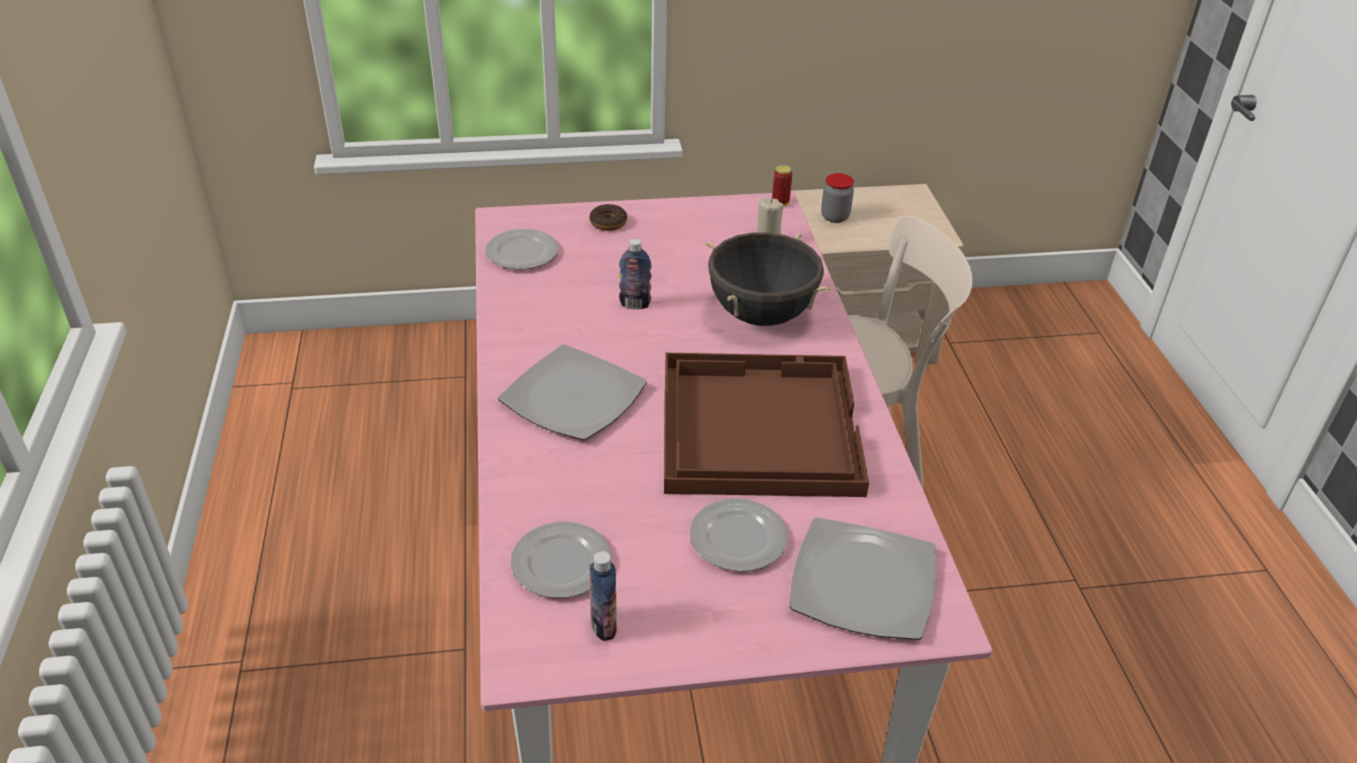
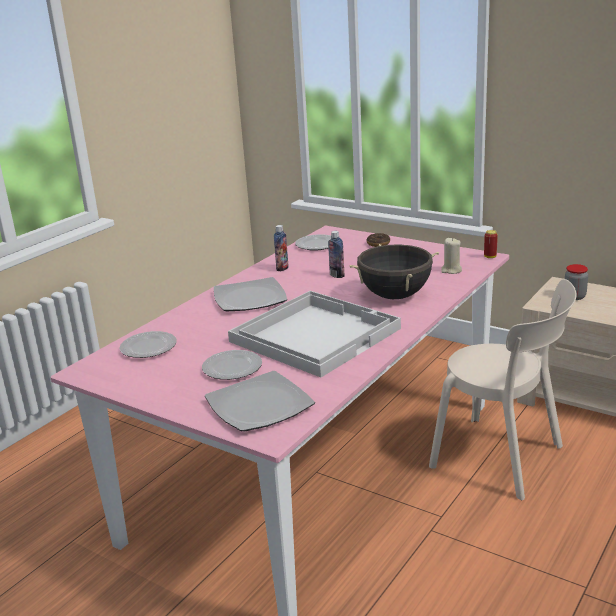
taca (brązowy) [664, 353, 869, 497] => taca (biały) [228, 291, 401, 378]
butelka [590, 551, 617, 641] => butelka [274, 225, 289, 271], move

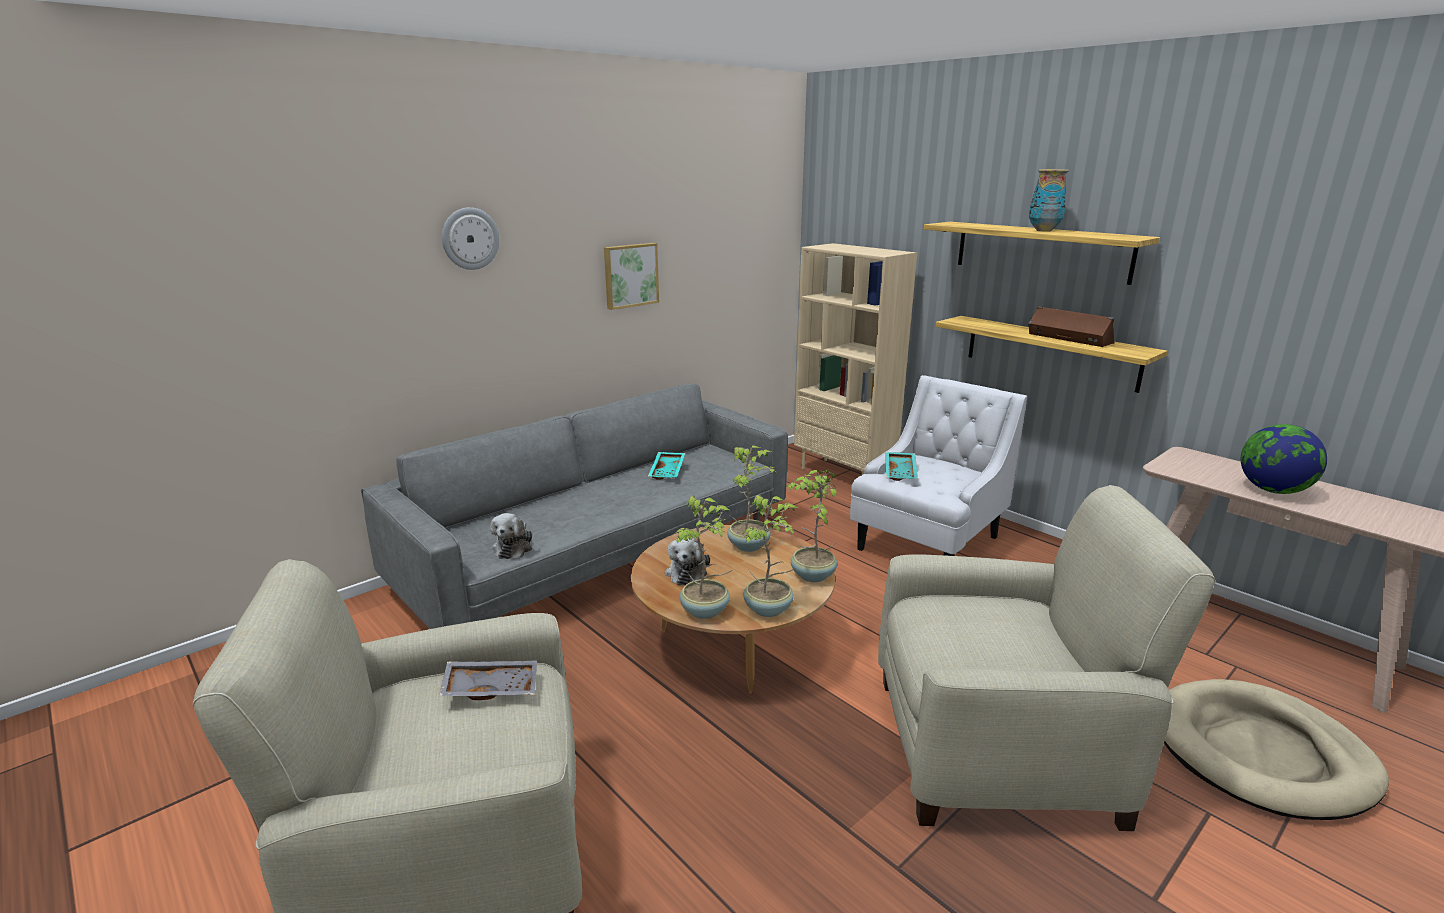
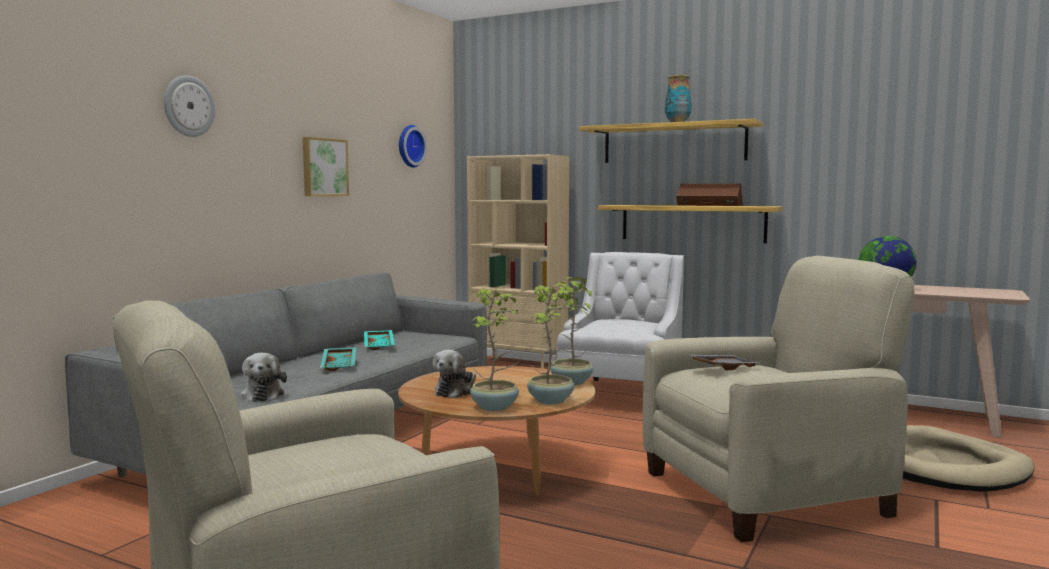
taca (turkusowy) [885, 452, 918, 481] => taca (turkusowy) [320, 347, 356, 371], move
nothing => zegar ścienny [399, 125, 427, 168]
pluszak [665, 538, 710, 585] => pluszak [432, 350, 476, 398], 45 degrees clockwise
taca (szary) [439, 661, 537, 700] => taca (szary) [687, 354, 759, 370], move
roślina doniczkowa [727, 445, 778, 552] => nothing

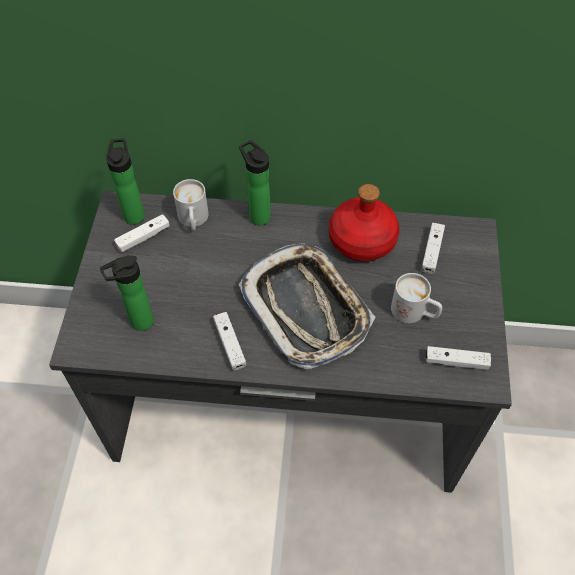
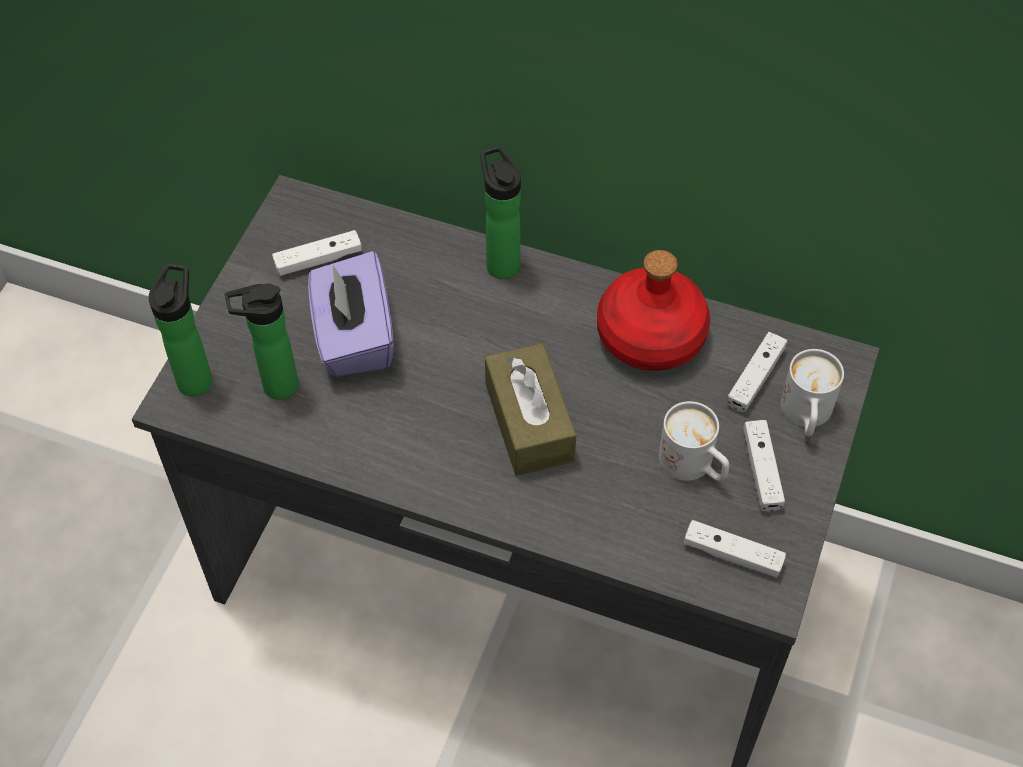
butelka [106, 138, 145, 225] => butelka [149, 264, 213, 396], move
nothing => pudełko chusteczek (fioletowy) [308, 251, 394, 377]
taca [239, 244, 375, 369] => pudełko chusteczek (brązowy) [485, 343, 576, 476]
pad do gier (biały) [213, 312, 246, 370] => pad do gier (biały) [743, 420, 785, 511], move
kubek (biały) [173, 179, 209, 231] => kubek (biały) [781, 349, 844, 437], move

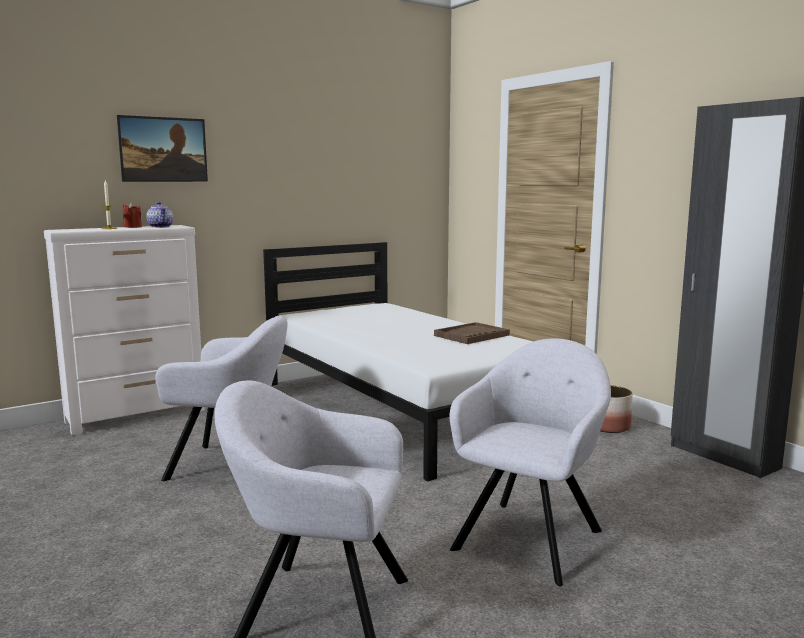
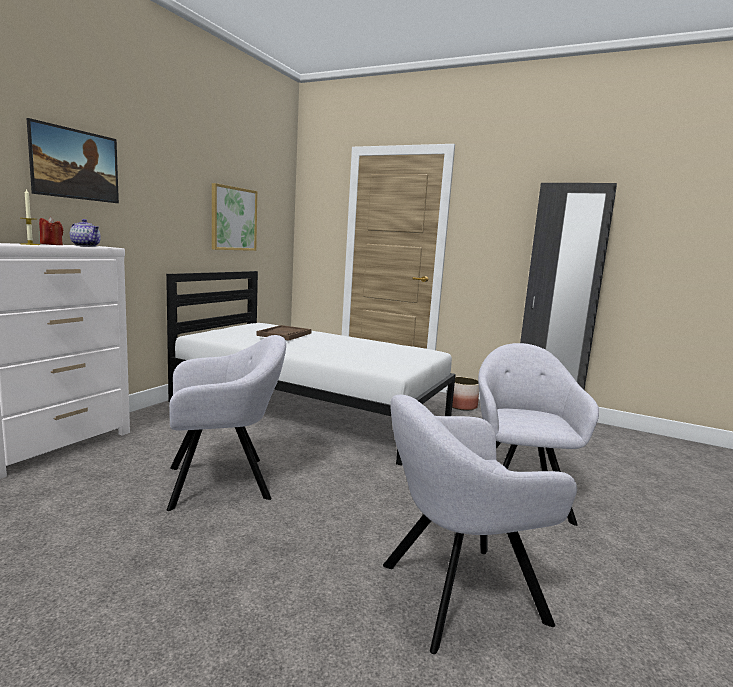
nothing => obraz [212, 183, 257, 251]
taca (brązowy) [434, 322, 510, 344] => taca (brązowy) [257, 325, 312, 340], move

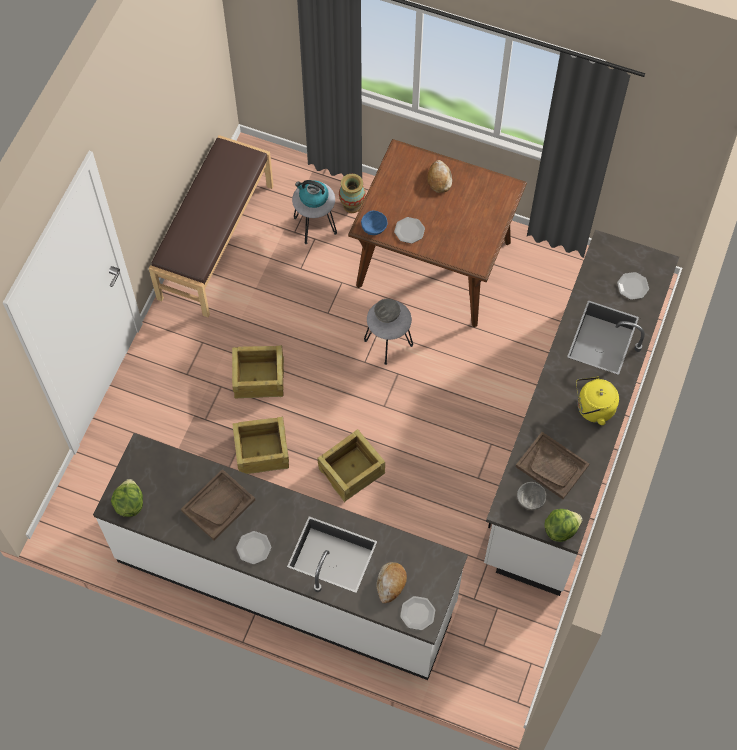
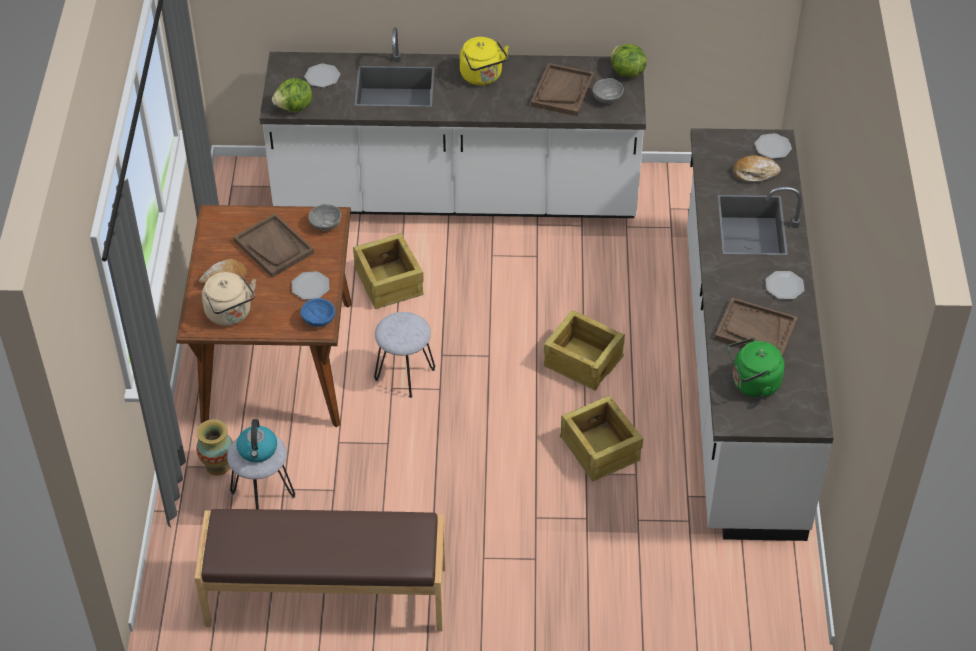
nothing => czajnik (beżowy) [202, 272, 256, 326]
nothing => taca (brązowy) [233, 213, 314, 278]
sałata [111, 479, 143, 517] => sałata [272, 78, 312, 112], move
miska (szary) [374, 299, 400, 323] => miska (szary) [309, 204, 341, 231], move
skrzynka [232, 345, 284, 398] => skrzynka [353, 233, 424, 309], move
nothing => czajnik (zielony) [728, 338, 785, 398]

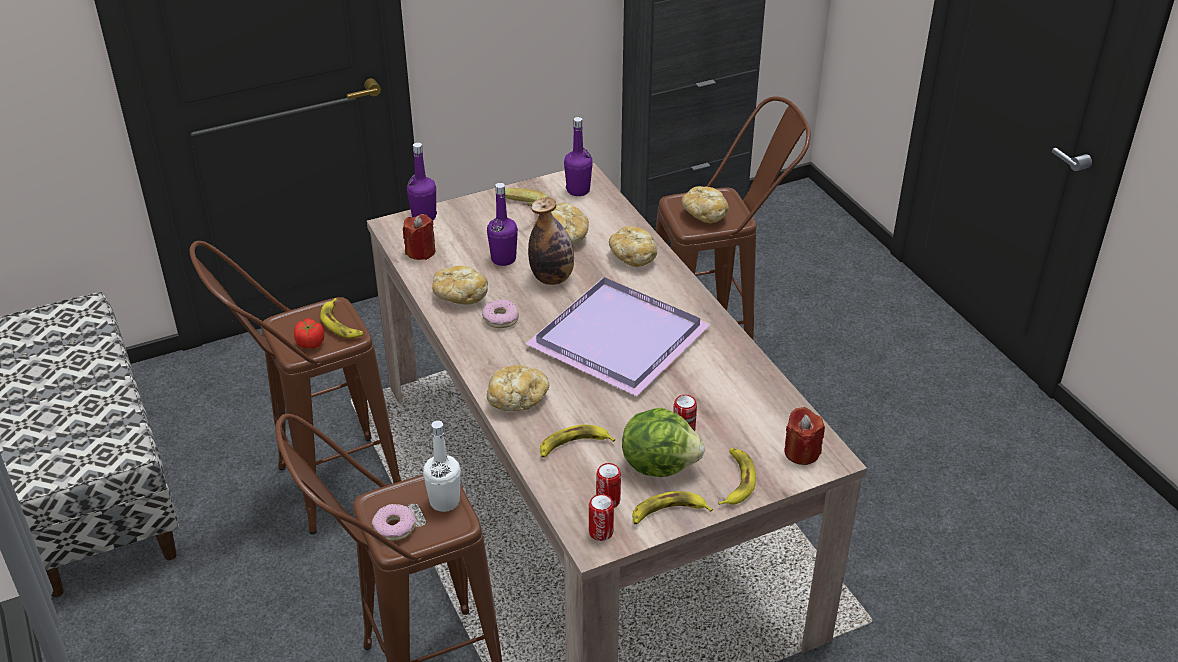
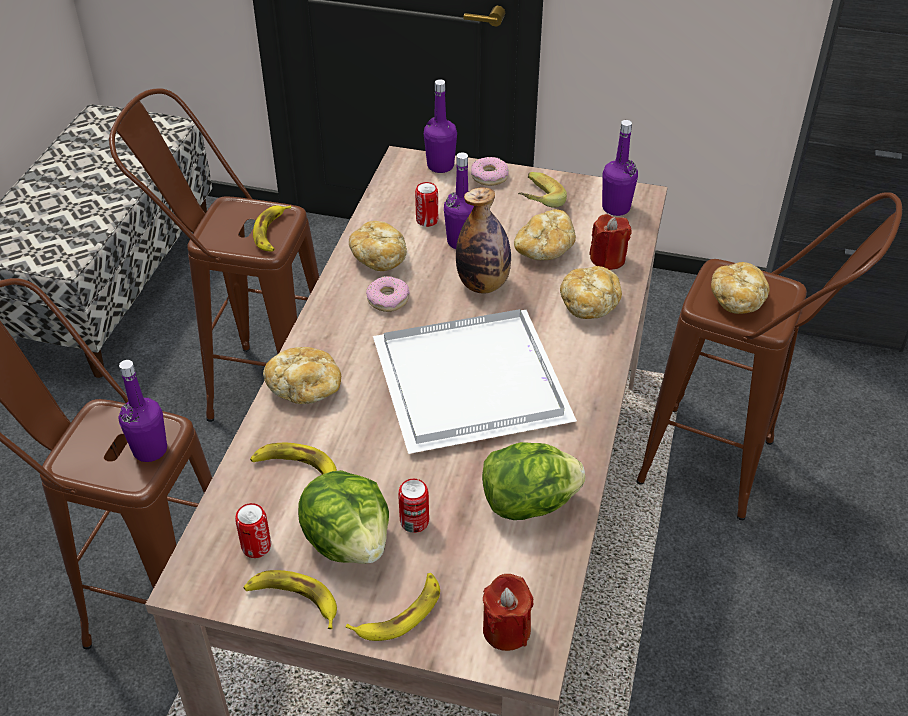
butelka (biały) [423, 421, 461, 512] => butelka (fioletowy) [118, 360, 167, 462]
taca (fioletowy) [525, 277, 711, 396] => taca (biały) [373, 309, 577, 454]
puszka [589, 494, 614, 541] => puszka [415, 182, 438, 227], move
donut [372, 504, 416, 541] => donut [471, 157, 509, 186], move
nothing => sałata [482, 442, 585, 520]
świeca (czerwony) [403, 214, 436, 260] => świeca (czerwony) [589, 214, 632, 270], move
pomidor [294, 319, 324, 348] => nothing

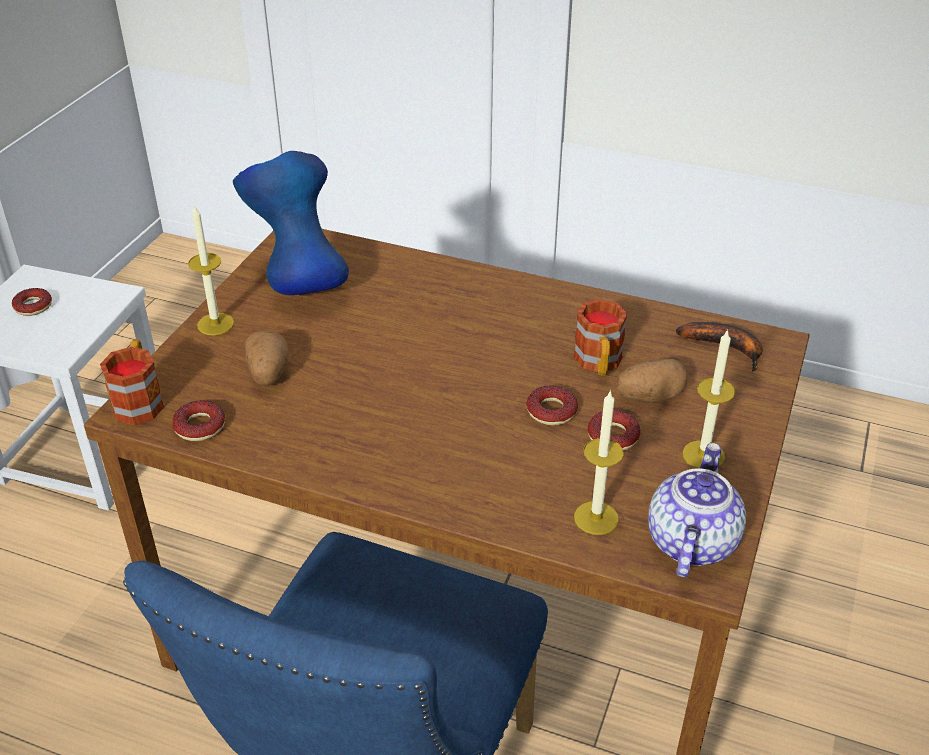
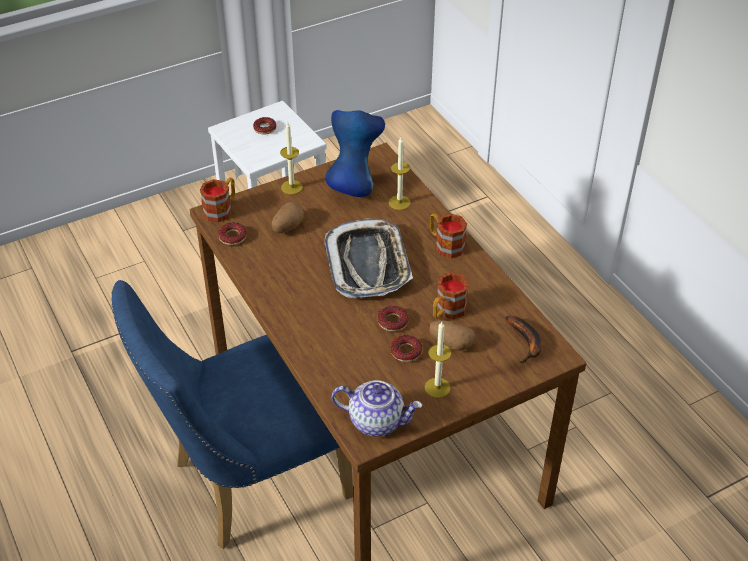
nothing => taca [325, 218, 413, 298]
imbryk [648, 443, 746, 577] => imbryk [332, 380, 422, 437], 45 degrees clockwise
świeca [574, 390, 624, 535] => świeca [389, 137, 411, 210], move
nothing => kubek [430, 213, 467, 258]

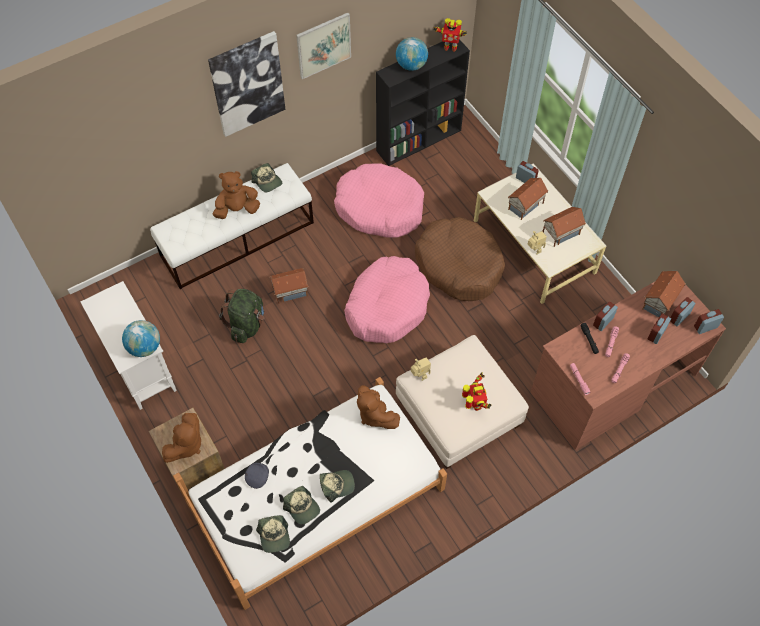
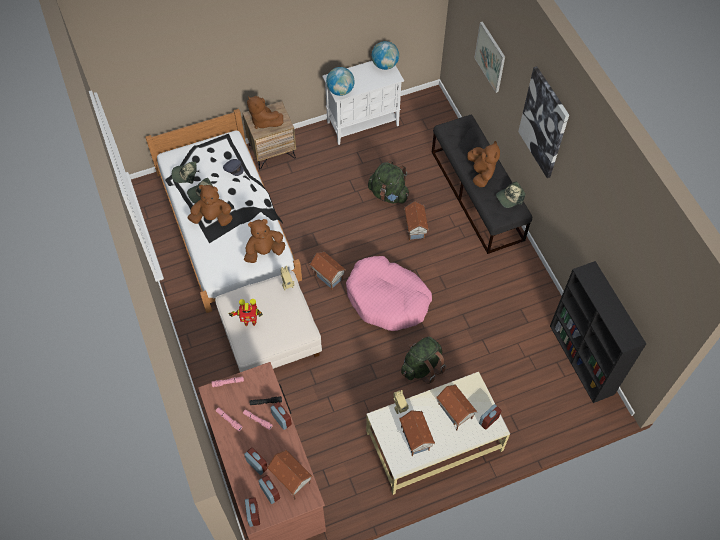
czapka z daszkiem [320, 470, 355, 503] => pluszak (brązowy) [188, 185, 233, 226]
nothing => domek [309, 251, 346, 290]
globus [396, 37, 428, 71] => globus [372, 41, 399, 70], move
legowisko (brązowy) [415, 217, 505, 301] => plecak (zielony) [401, 336, 446, 384]
ławka (biały) [150, 163, 314, 289] => ławka (czarny) [432, 115, 532, 254]
obraz [296, 13, 351, 79] => obraz [475, 21, 505, 93], move
legowisko (różowy) [334, 163, 424, 238] => nothing
robot zabawkowy [433, 18, 467, 52] => nothing

